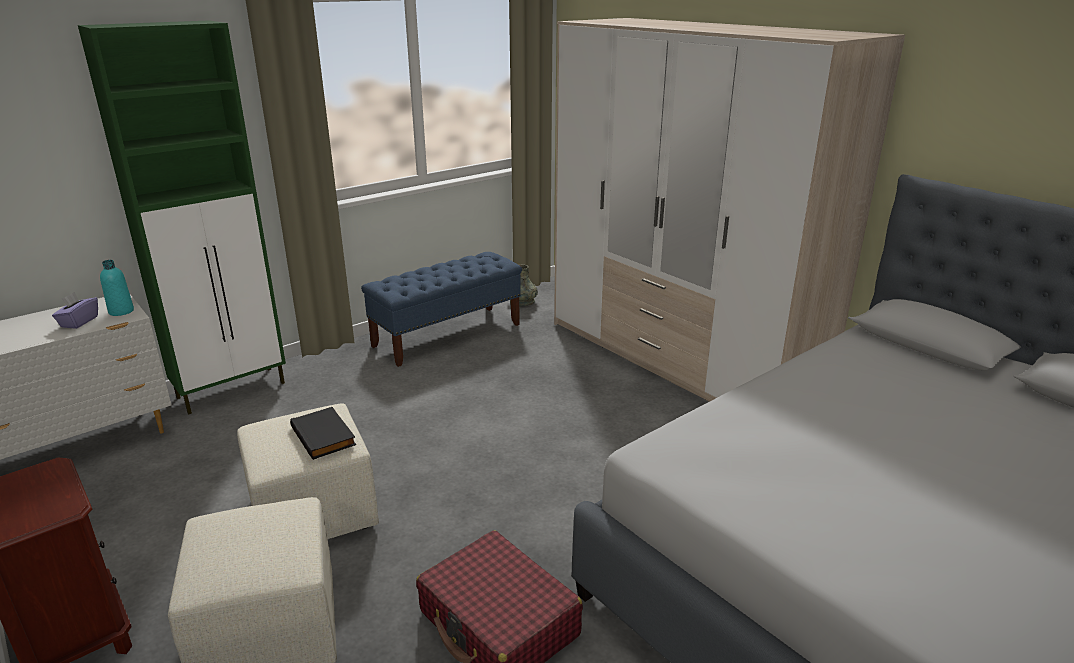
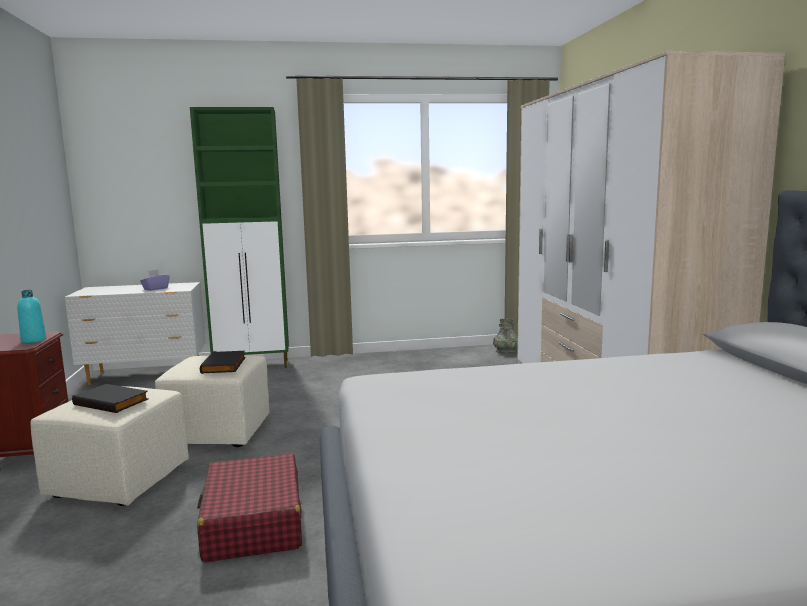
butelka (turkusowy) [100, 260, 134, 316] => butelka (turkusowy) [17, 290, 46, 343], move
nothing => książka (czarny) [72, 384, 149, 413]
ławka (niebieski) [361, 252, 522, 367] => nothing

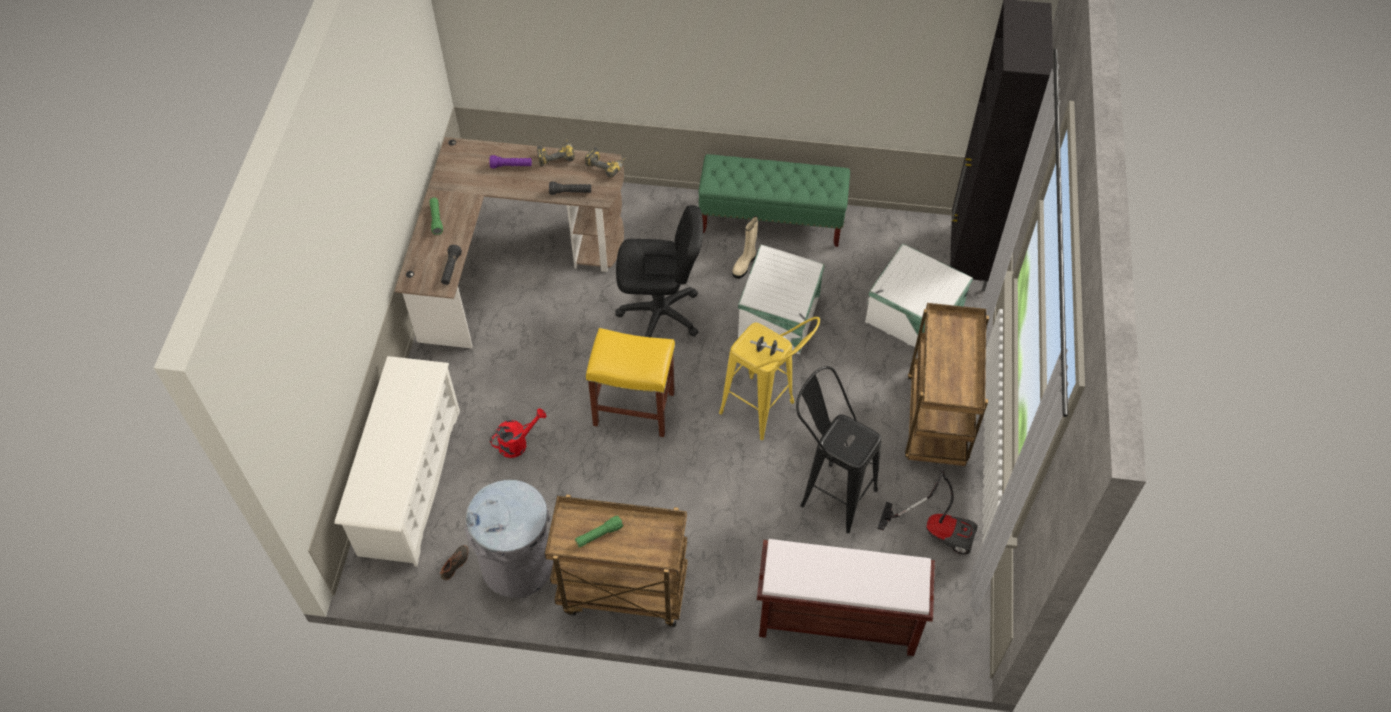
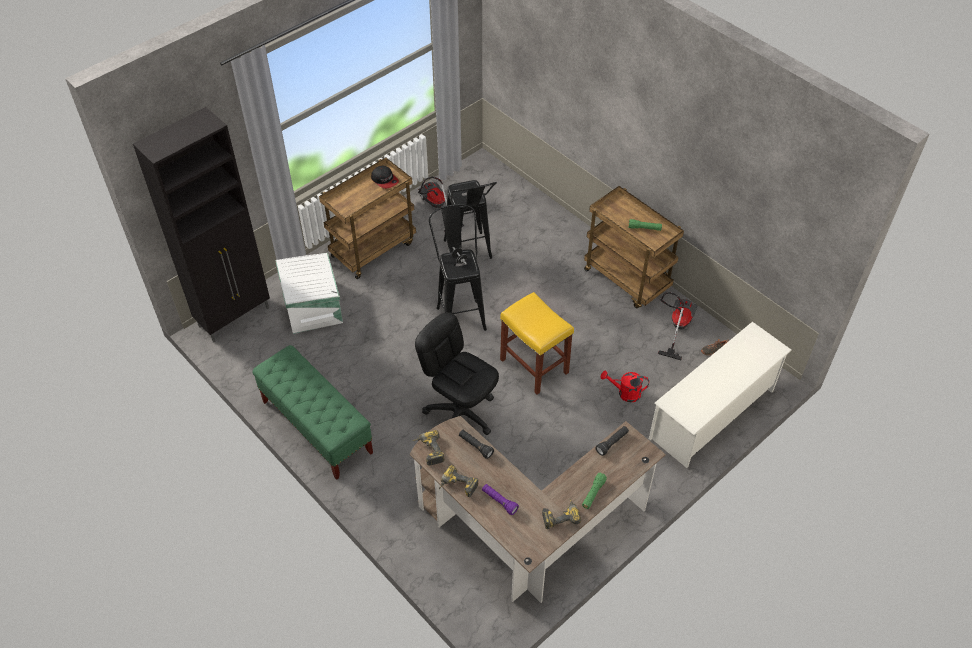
nothing => czapka z daszkiem [371, 165, 399, 189]
stołek (żółty) [719, 317, 820, 440] => stołek (czarny) [429, 204, 487, 331]
nothing => wiertarka [542, 498, 581, 529]
kosz na śmieci (szary) [465, 480, 553, 598] => odkurzacz [658, 292, 698, 360]
but z cholewką (beżowy) [732, 216, 758, 279] => nothing
pojemnik do przechowywania (biały) [738, 245, 825, 354] => nothing
ławka (brązowy) [757, 539, 935, 656] => nothing

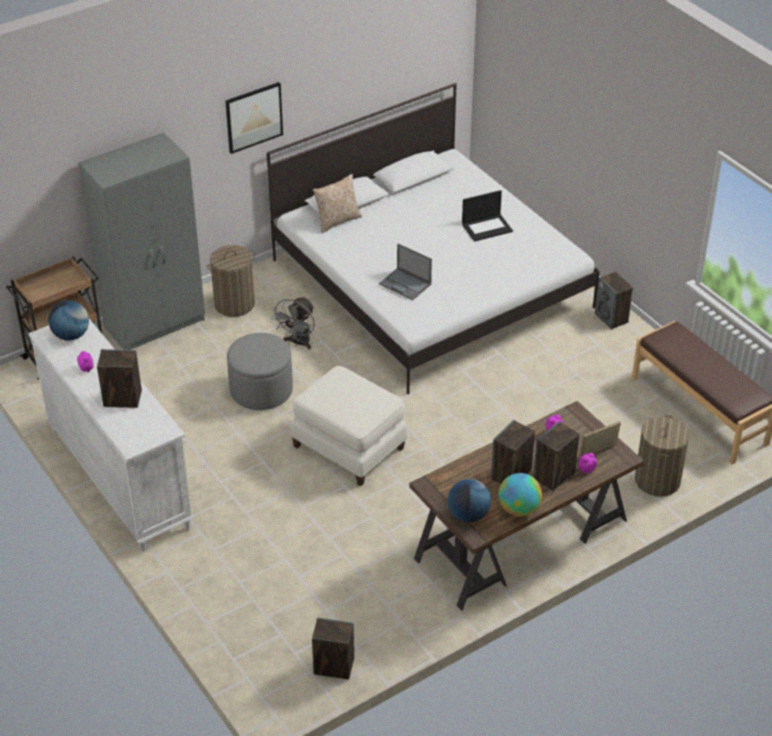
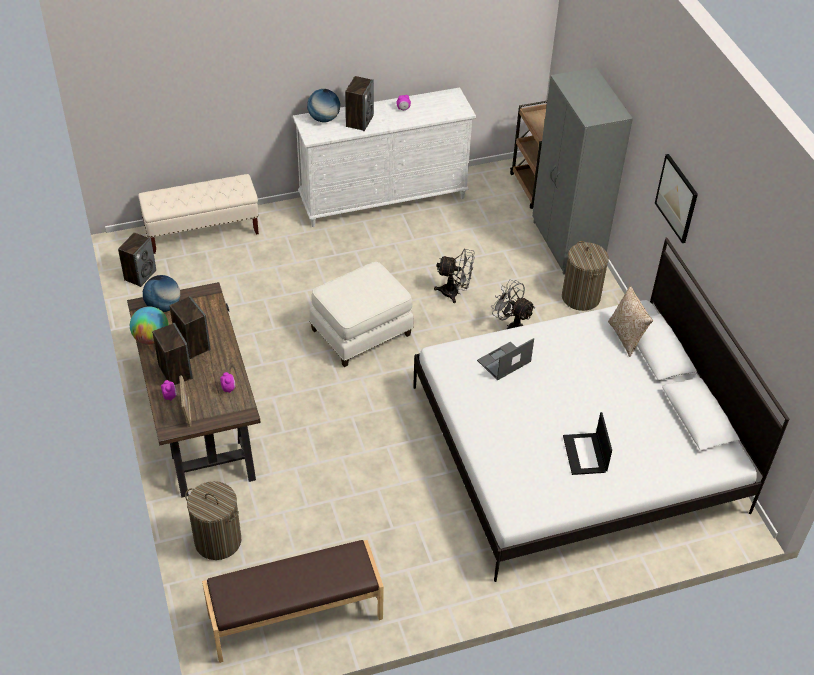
nothing => ławka (beżowy) [138, 174, 259, 254]
globus [48, 301, 89, 340] => globus [307, 89, 340, 122], move
pufa (szary) [227, 333, 293, 410] => wentylator (szary) [434, 249, 475, 303]
głośnik [595, 272, 633, 329] => nothing

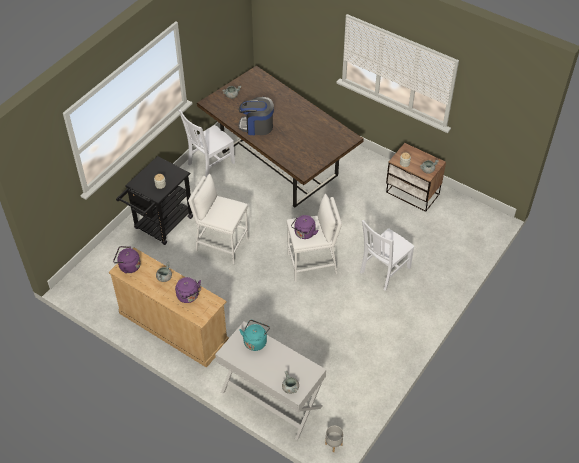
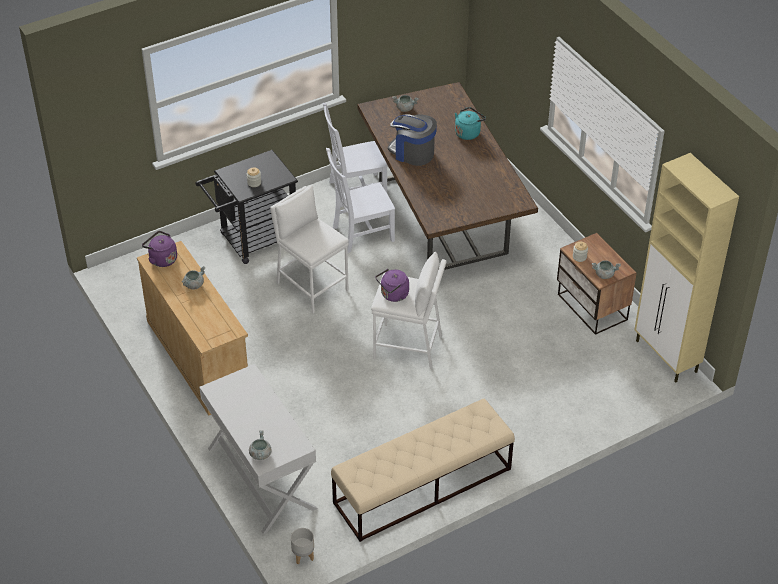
krzesło (biały) [360, 220, 414, 291] => krzesło (biały) [326, 148, 395, 253], move
nothing => ławka (beżowy) [331, 398, 515, 542]
czajnik (turkusowy) [239, 320, 270, 351] => czajnik (turkusowy) [455, 107, 486, 140], move
nothing => szafka (beżowy) [634, 153, 739, 383]
czajnik (fioletowy) [175, 277, 201, 303] => nothing

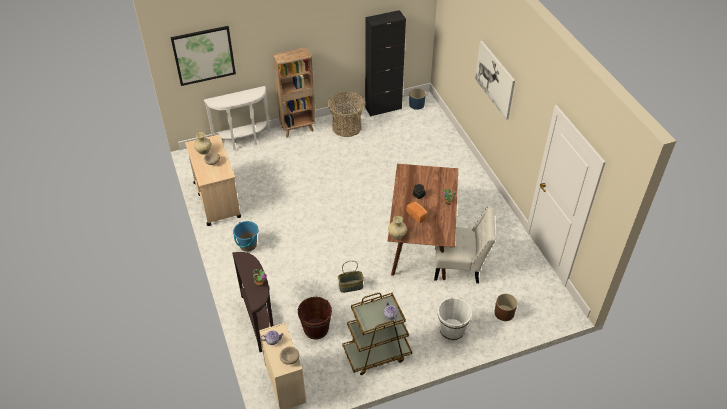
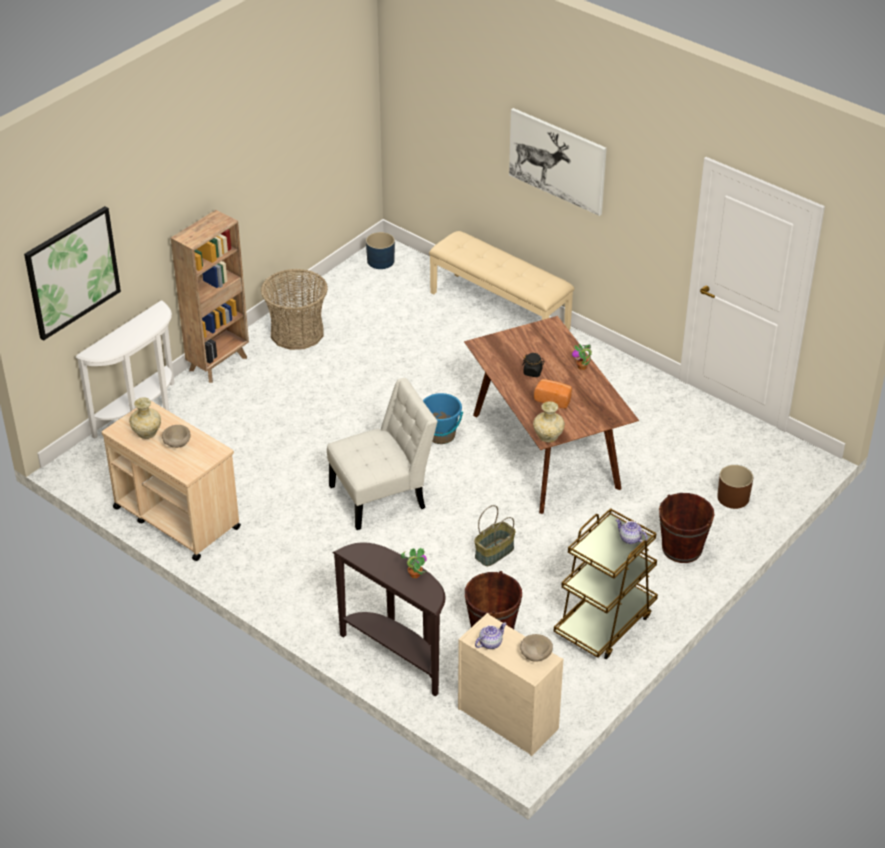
krzesło (biały) [434, 206, 496, 283] => krzesło (biały) [327, 378, 438, 530], move
wiadro (niebieski) [233, 221, 258, 252] => wiadro (niebieski) [423, 393, 463, 444], move
nothing => ławka (beżowy) [429, 231, 575, 330]
wiadro (biały) [438, 297, 472, 341] => wiadro (brązowy) [659, 493, 715, 563]
szafka (czarny) [365, 10, 406, 116] => nothing

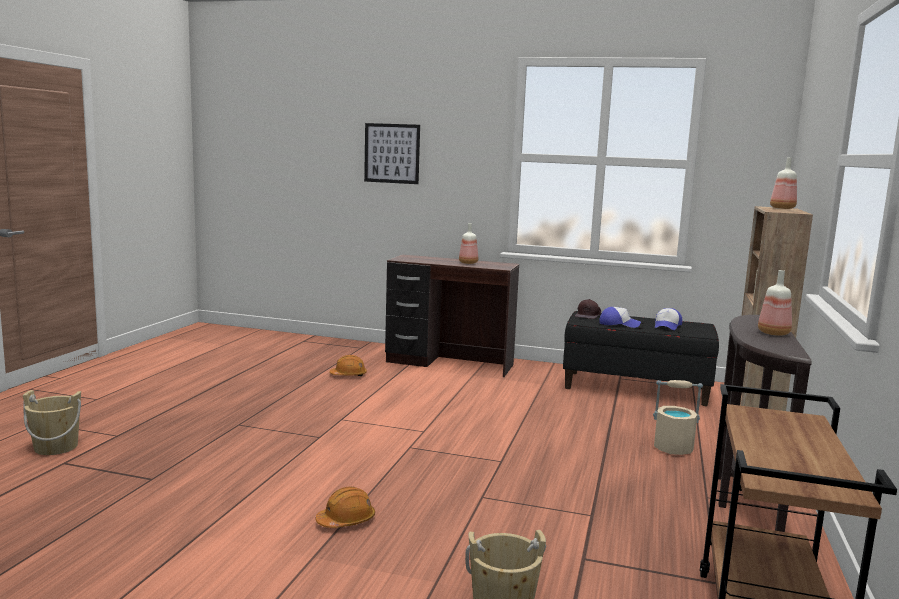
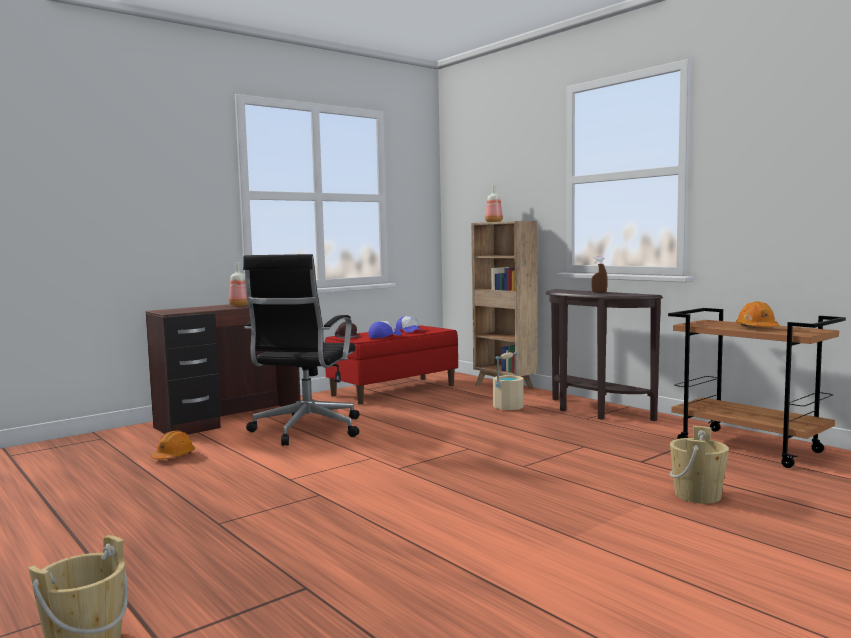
nothing => krzesło biurowe (czarny) [243, 254, 359, 446]
ławka (czarny) [563, 311, 719, 406] => ławka (czerwony) [325, 325, 458, 405]
butelka [758, 270, 792, 336] => spryskiwacz (brązowy) [591, 257, 608, 293]
kask (pomarańczowy) [316, 486, 375, 528] => kask (pomarańczowy) [736, 301, 779, 327], move
obraz [364, 123, 420, 184] => nothing

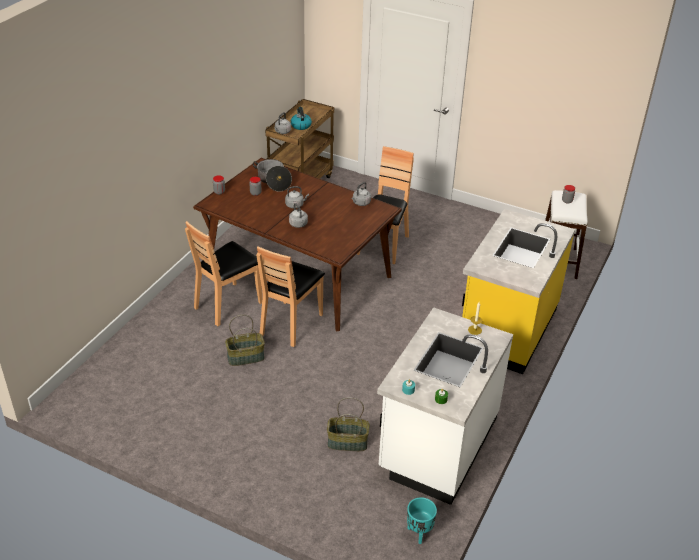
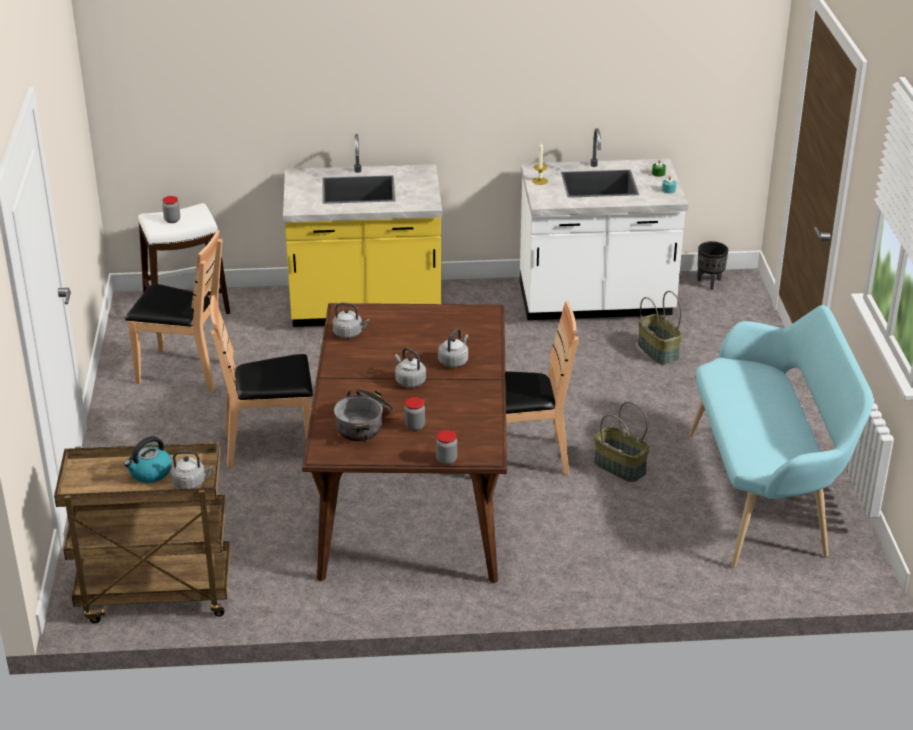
krzesło (brązowy) [185, 221, 262, 326] => krzesło (brązowy) [125, 230, 223, 392], move
nothing => ławka (turkusowy) [689, 305, 873, 568]
donica (turkusowy) [407, 497, 437, 544] => donica (czarny) [697, 241, 728, 290]

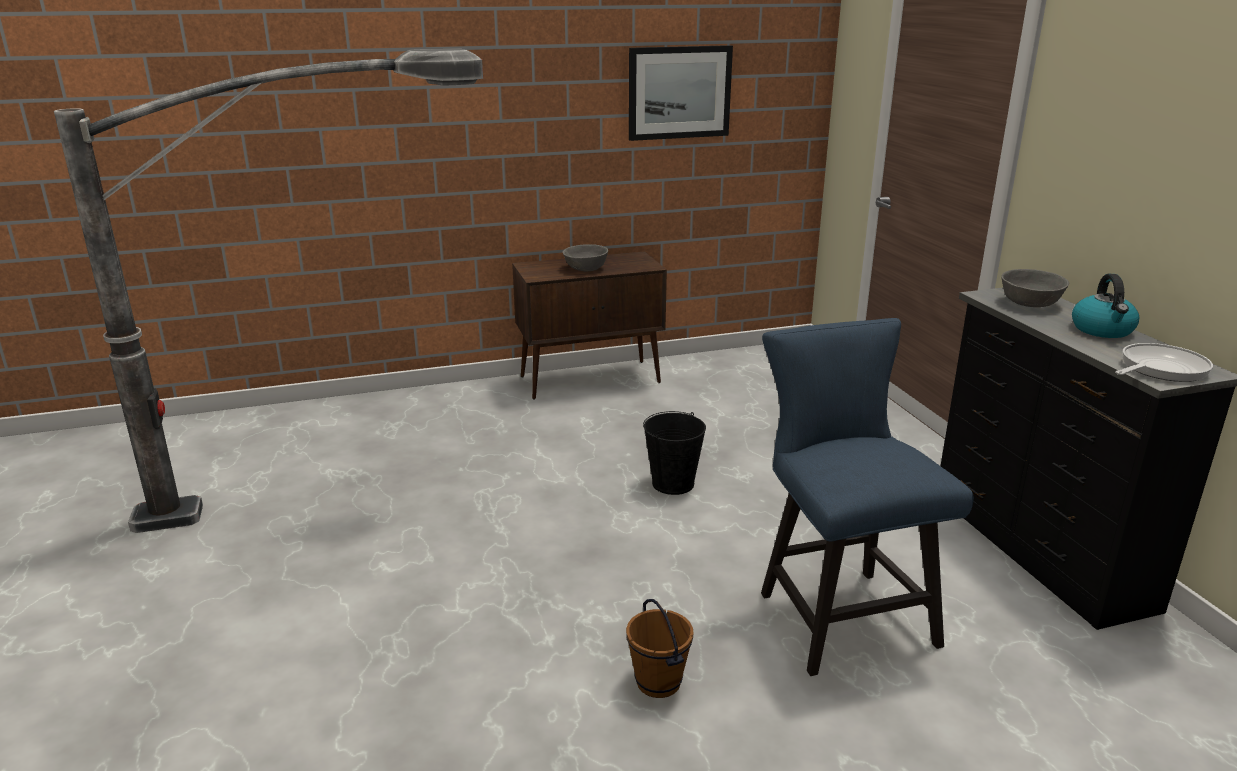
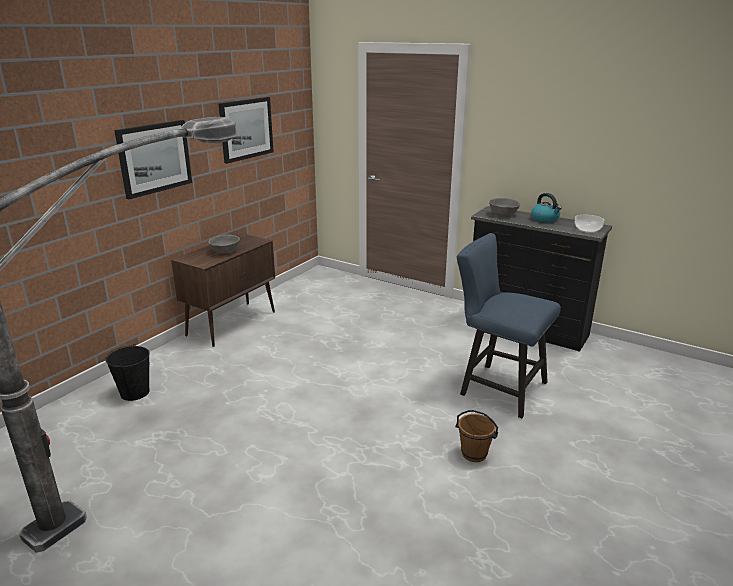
wiadro (czarny) [643, 411, 706, 495] => wiadro (czarny) [105, 344, 150, 401], move
nothing => obraz [114, 120, 192, 199]
patelnia [1115, 343, 1213, 382] => miska [575, 215, 604, 233]

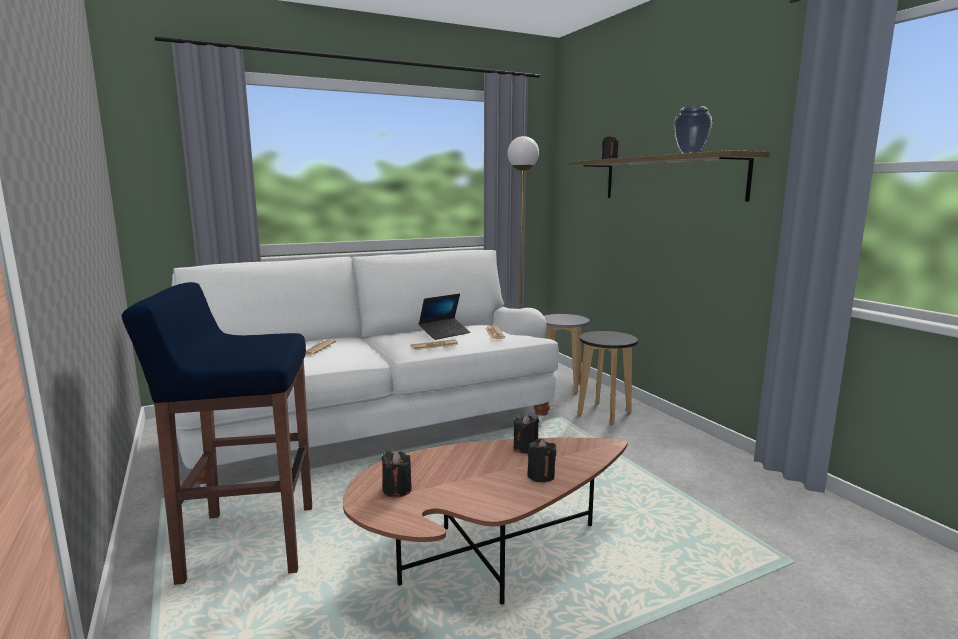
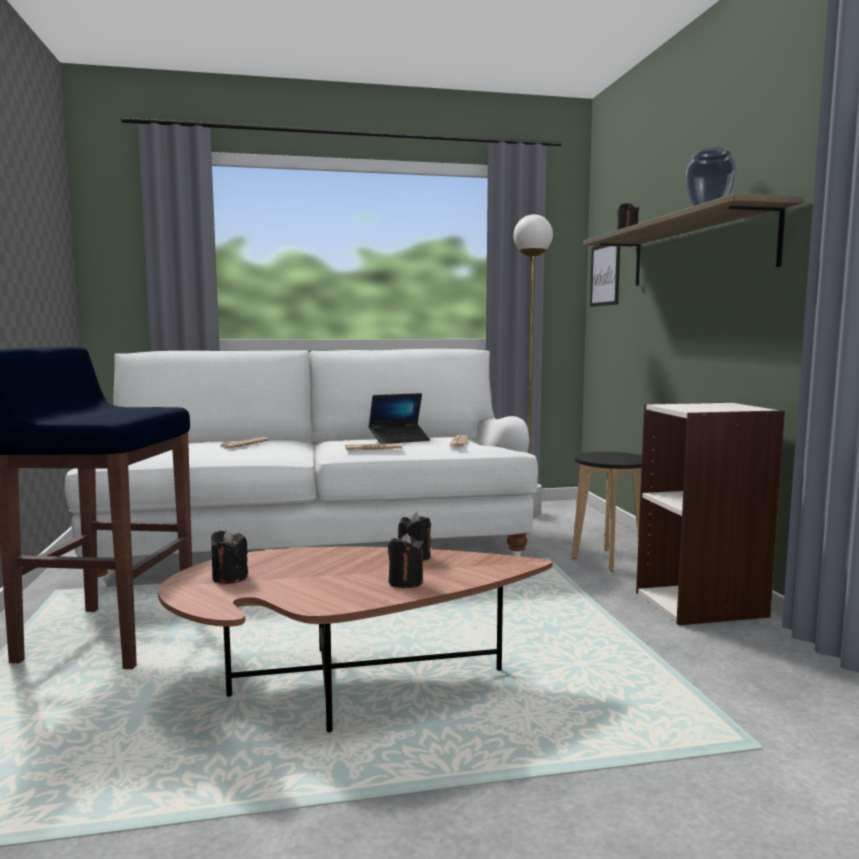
nothing => obraz [590, 246, 620, 307]
nothing => regał [636, 402, 785, 625]
stołek (szary) [544, 314, 589, 394] => nothing

